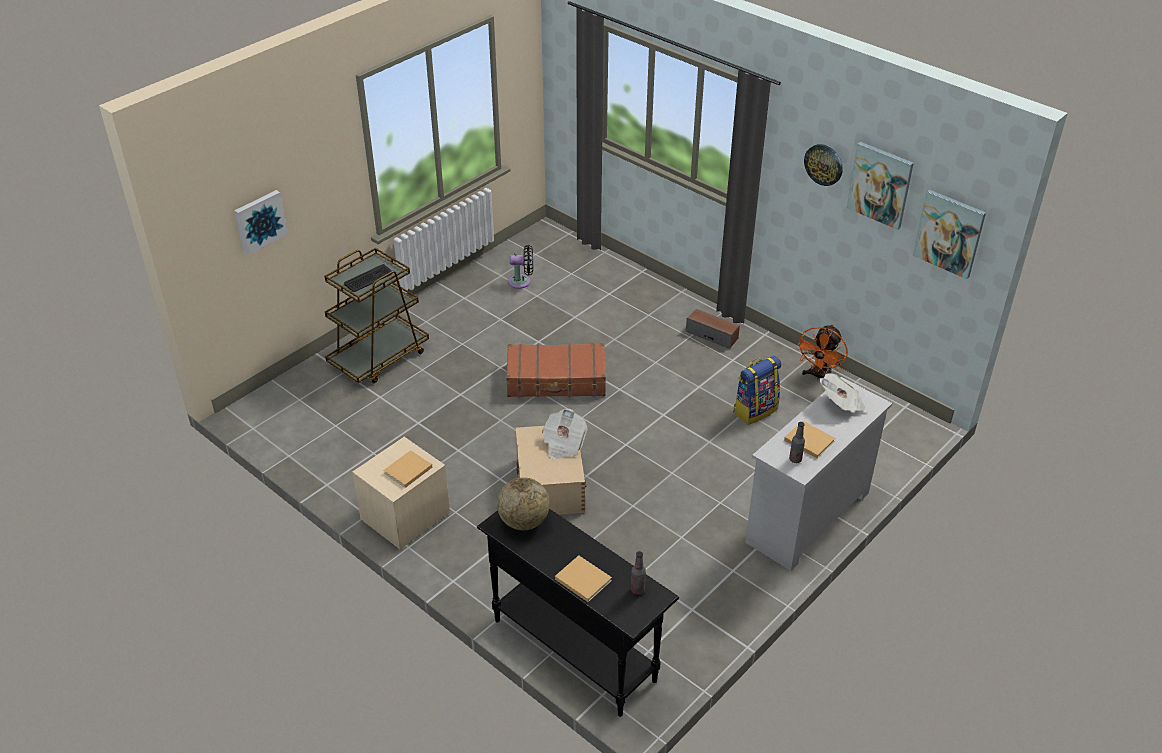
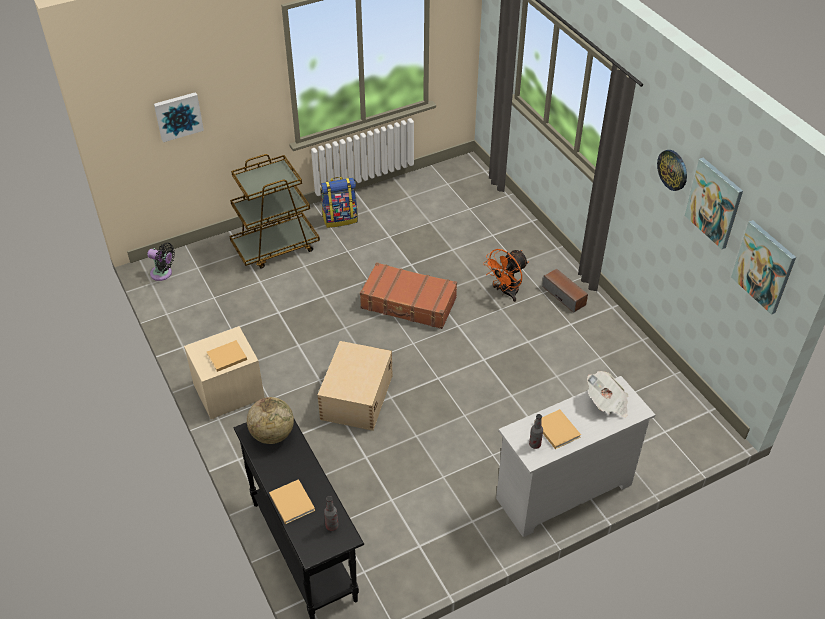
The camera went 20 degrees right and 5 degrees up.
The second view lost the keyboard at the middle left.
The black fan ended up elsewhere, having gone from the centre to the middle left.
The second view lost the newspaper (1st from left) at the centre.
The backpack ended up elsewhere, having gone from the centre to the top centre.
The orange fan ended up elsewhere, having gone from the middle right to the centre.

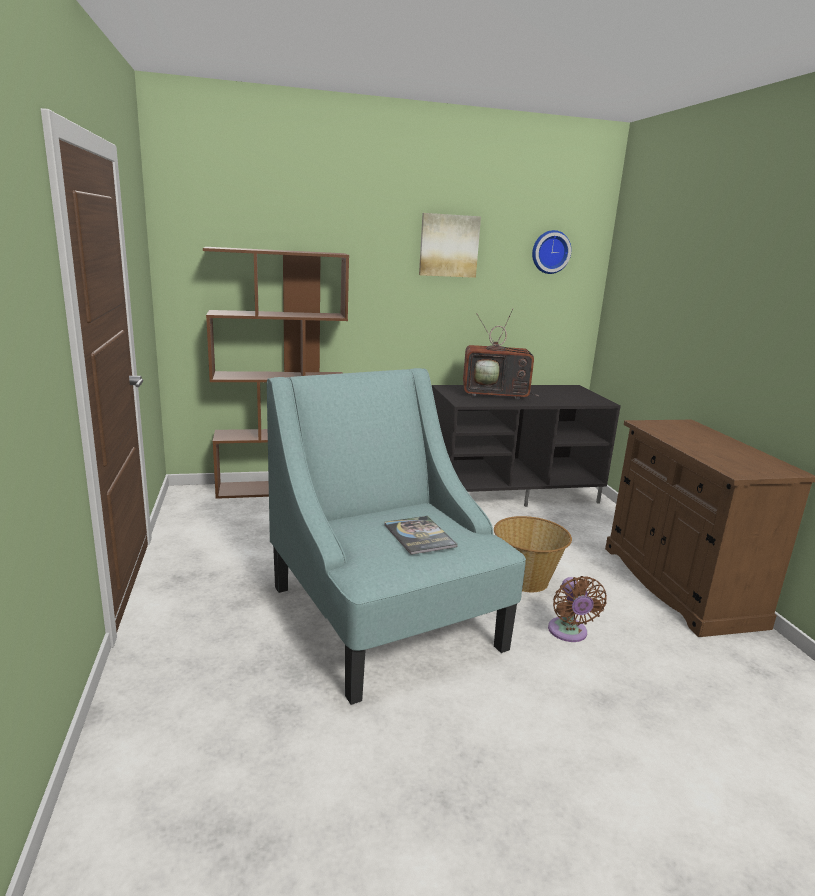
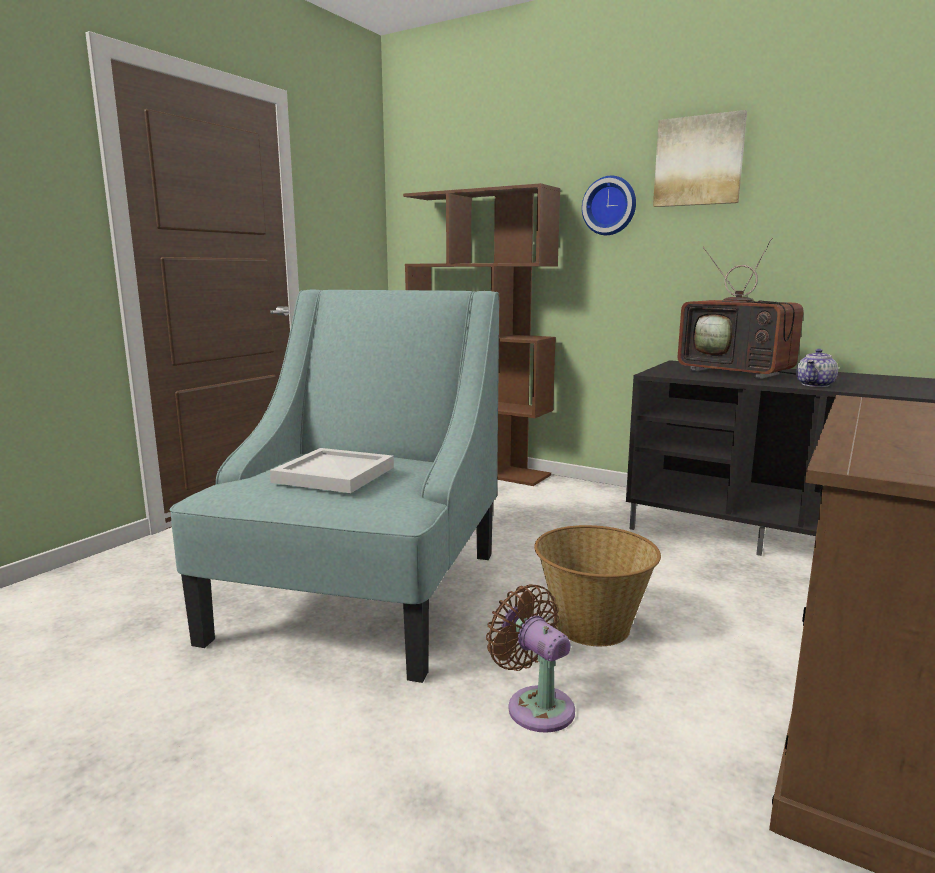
The camera went 45 degrees right and 5 degrees down.
Where the book stood at the centre, the white tray came to stand at the centre.
The wall clock ended up elsewhere, having gone from the top right to the top centre.
The brown fan at the bottom right ended up facing another way, 105 degrees clockwise from before.
The second view gained the teapot at the middle right.

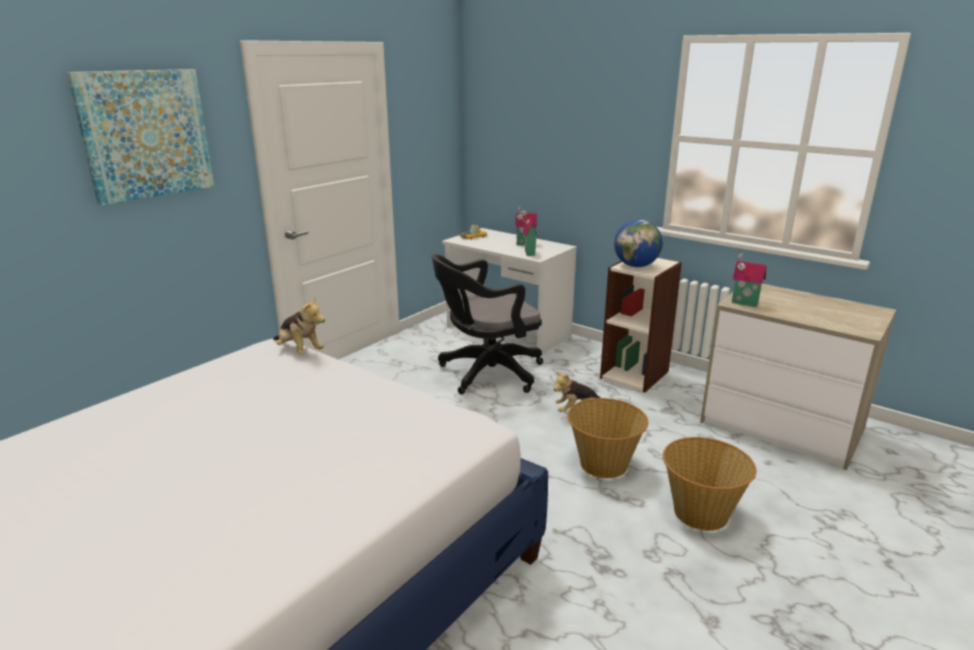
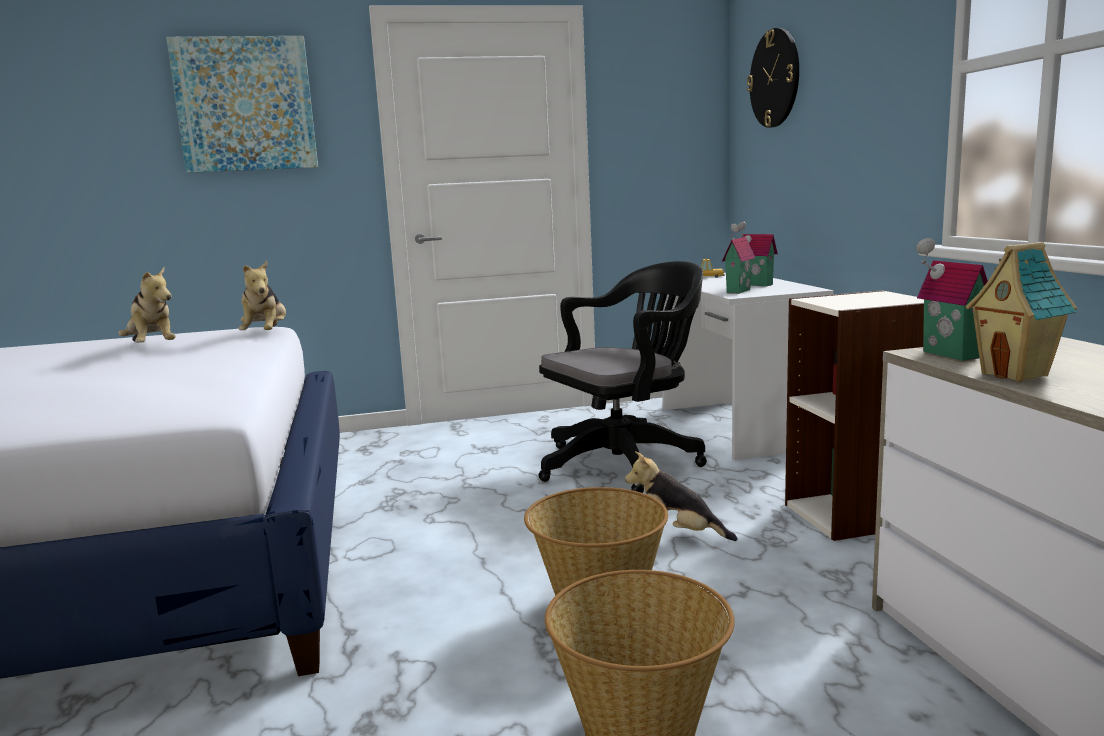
The camera went 40 degrees right and 10 degrees down.
The black office chair at the centre ended up facing another way, 135 degrees clockwise from before.
The second view lost the globe at the centre.
The second view gained the plush toy (1st from left) at the middle left.
The second view gained the wall clock at the top right.
The second view gained the toy house (4th from left) at the middle right.

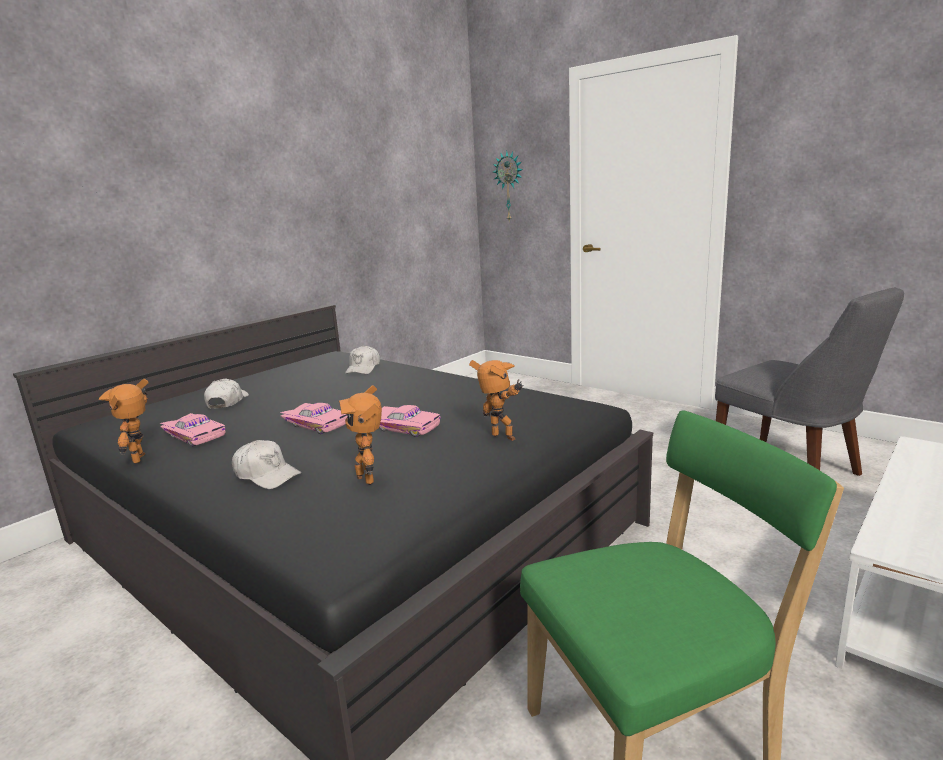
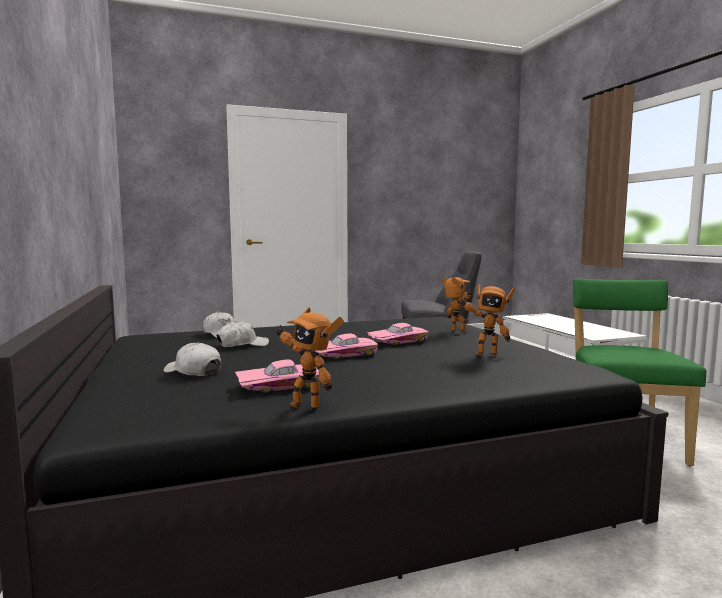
The camera went 60 degrees left and 10 degrees down.
The white cap (2nd from left in the first image) ended up elsewhere, having gone from the middle left to the centre.
The toy robot (3rd from left in the first image) at the centre ended up facing another way, 75 degrees clockwise from before.
The second view lost the wall clock at the top centre.

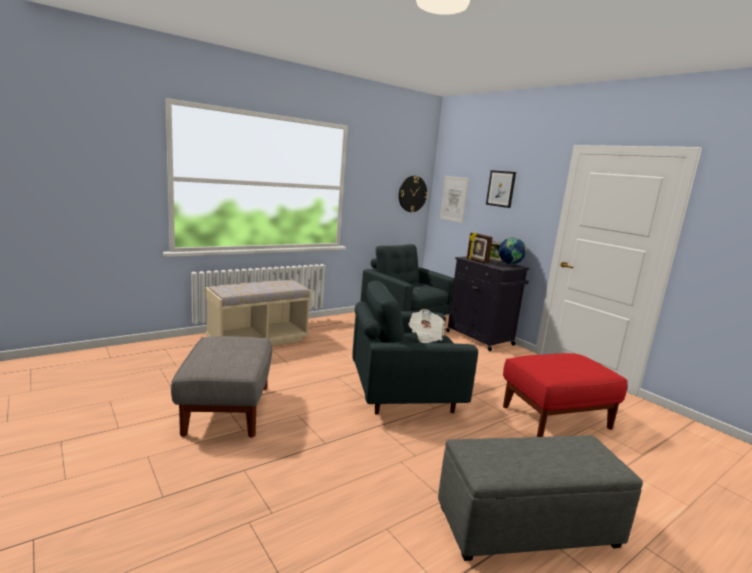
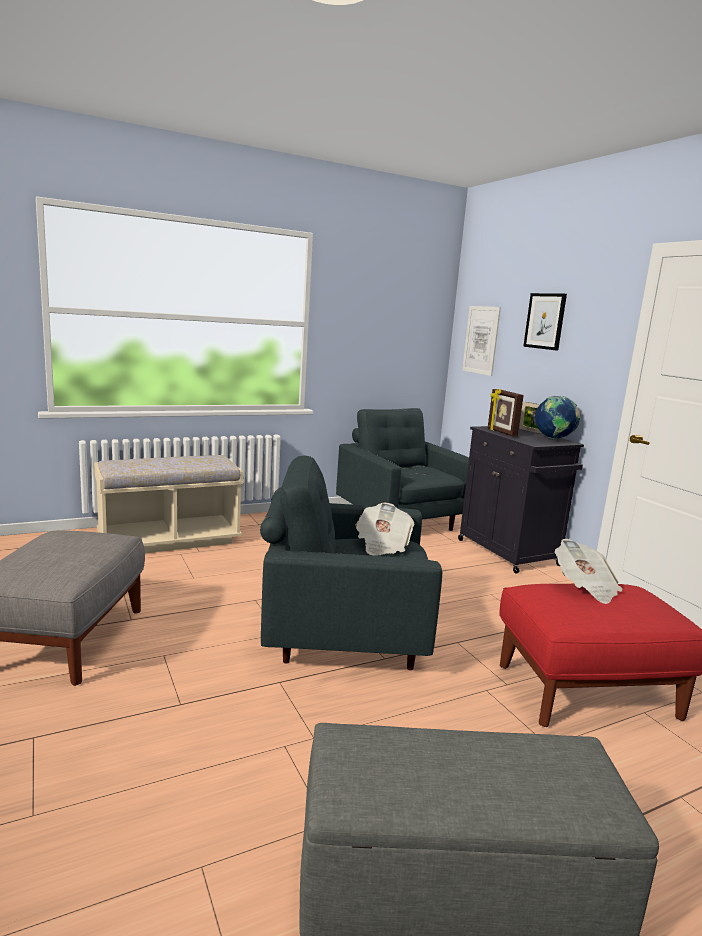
The camera went 10 degrees right and 0 degrees up.
The second view lost the wall clock at the centre.
The second view gained the newspaper (2nd from left) at the middle right.

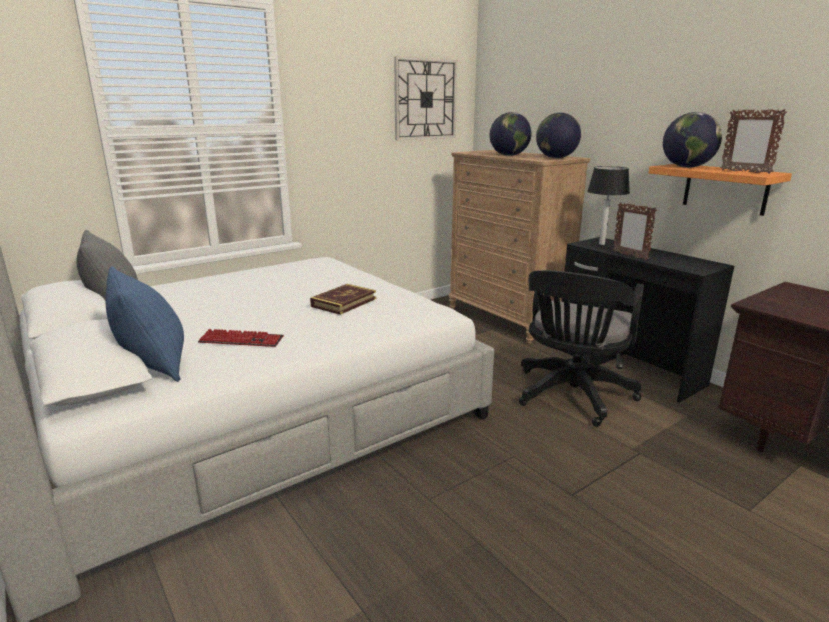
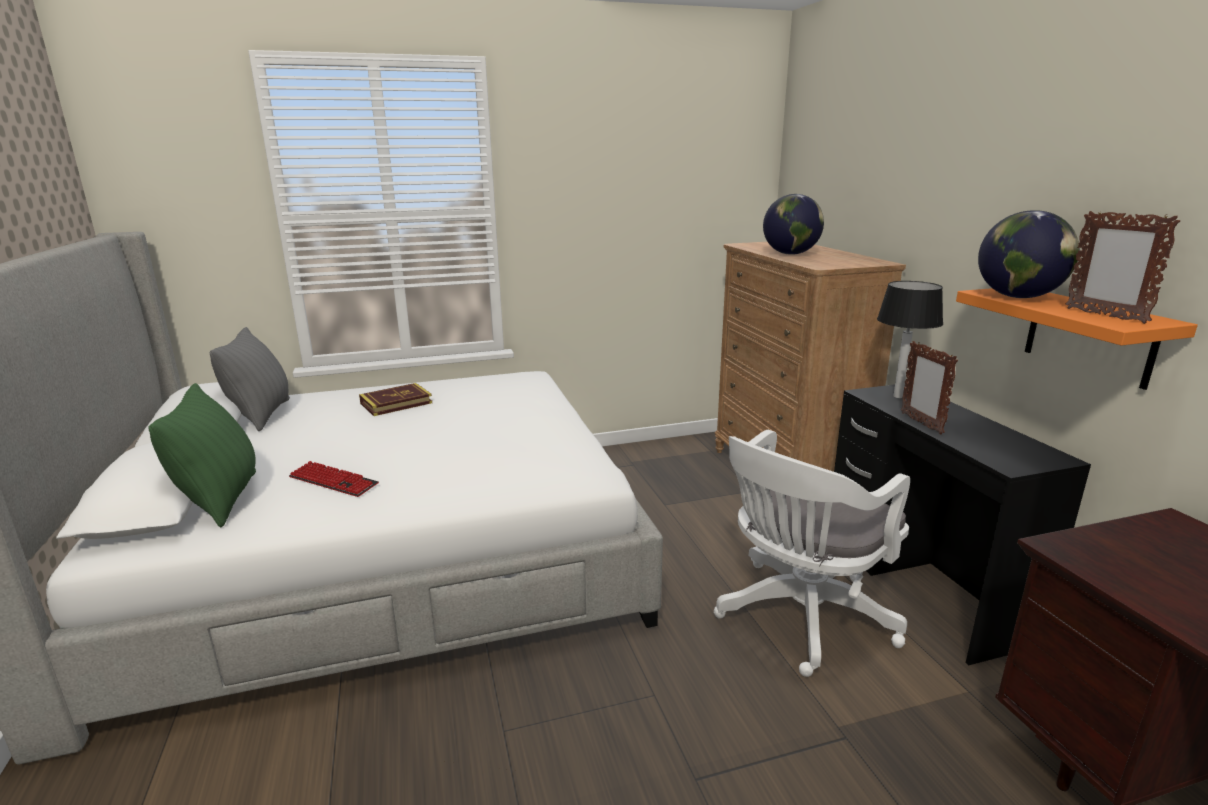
The camera went 20 degrees right and 0 degrees up.
What was the blue pillow at the middle left turned into the green pillow at the middle left.
The book ended up elsewhere, having gone from the centre to the middle left.
The second view lost the wall clock at the top centre.
What was the black office chair at the middle right turned into the white office chair at the bottom right.
The second view lost the globe (2nd from left) at the top right.

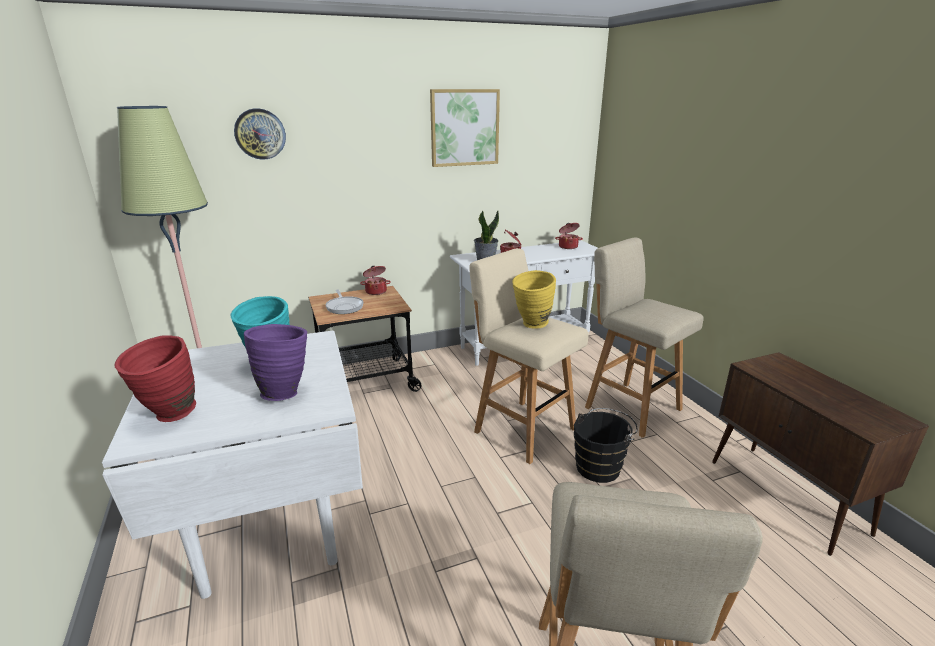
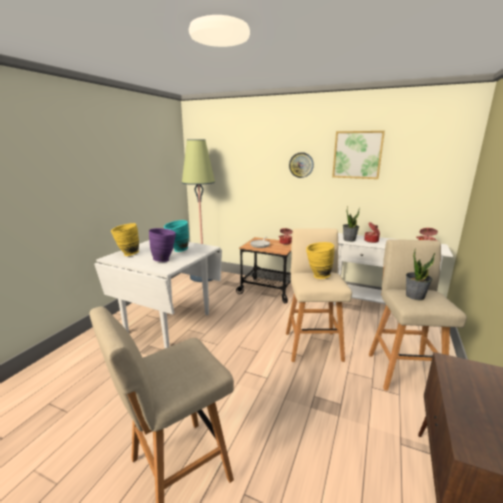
The camera went 45 degrees right and 5 degrees down.
What was the red vase at the middle left turned into the yellow vase (1st from left) at the middle left.
The wall clock ended up elsewhere, having gone from the top left to the top centre.
The second view lost the black bucket at the bottom centre.
The second view gained the potted plant (2nd from left) at the middle right.

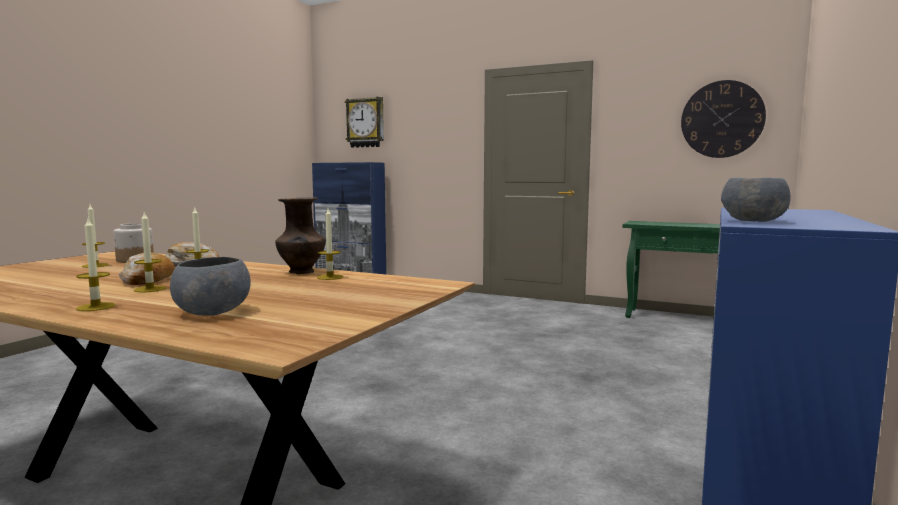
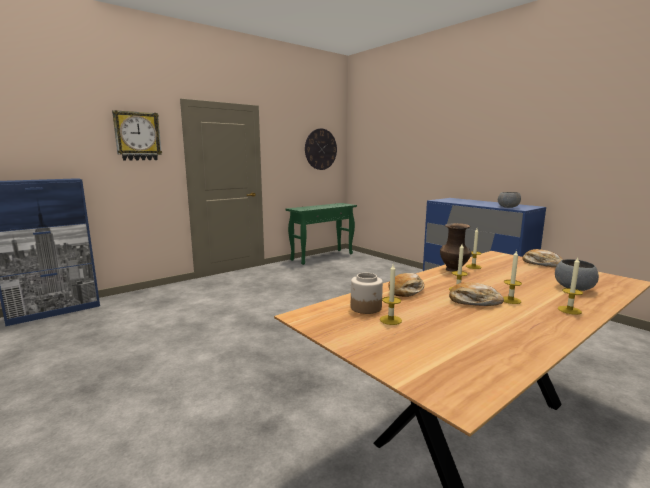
The camera went 65 degrees left and 5 degrees up.
The wall clock (1st from left) ended up elsewhere, having gone from the top centre to the top left.
The second view gained the bread (3rd from left) at the middle right.

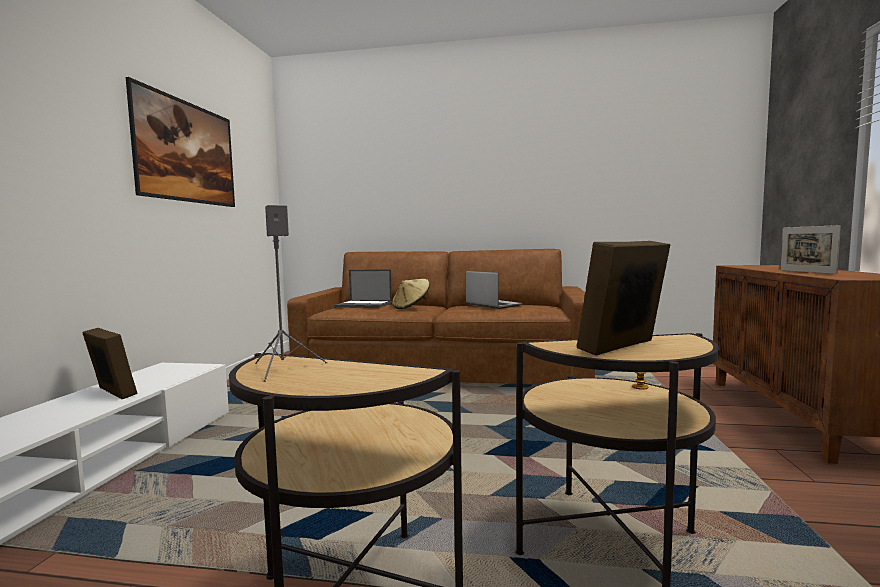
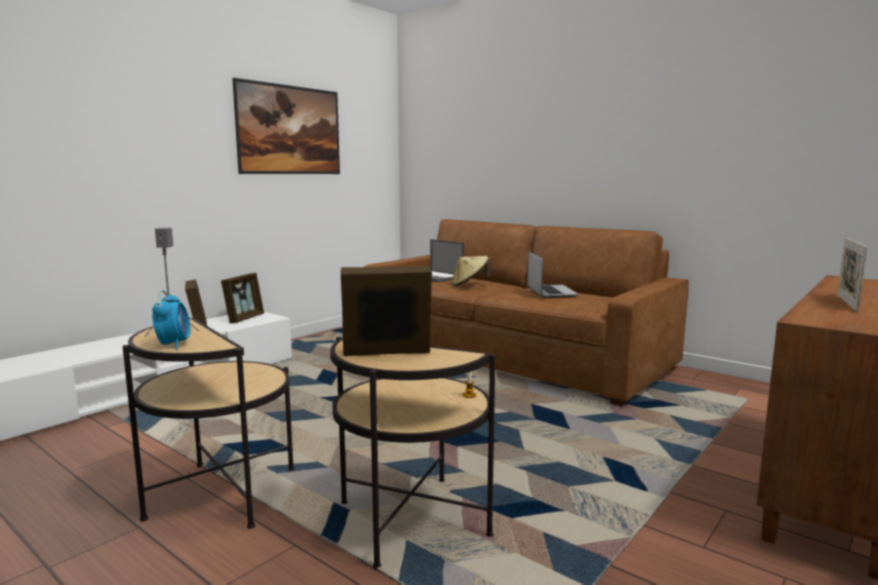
The camera went 30 degrees right and 5 degrees up.
The second view gained the alarm clock at the middle left.
The second view gained the picture frame (2nd from left) at the middle left.

